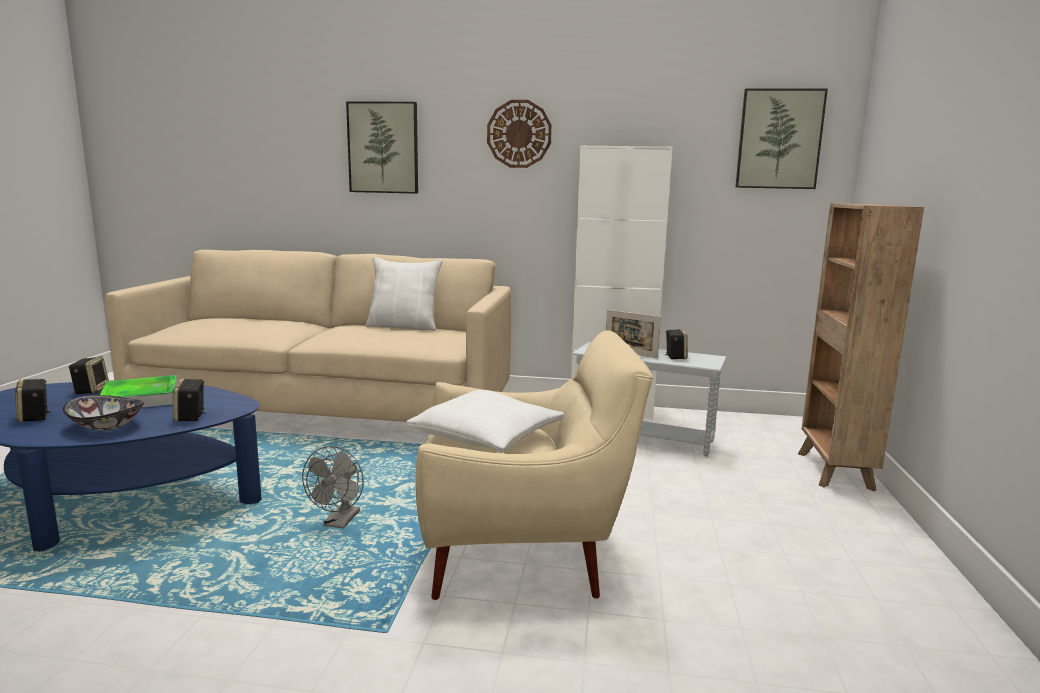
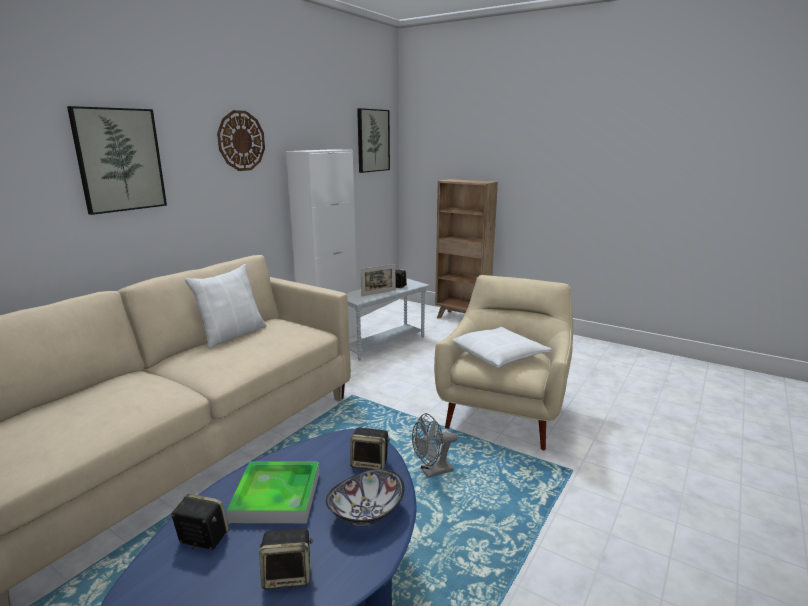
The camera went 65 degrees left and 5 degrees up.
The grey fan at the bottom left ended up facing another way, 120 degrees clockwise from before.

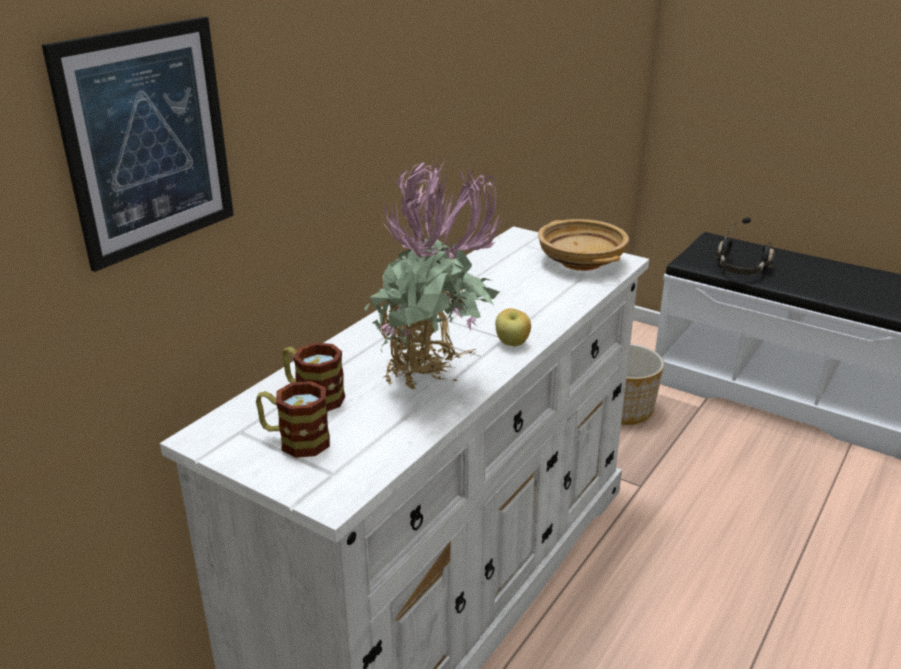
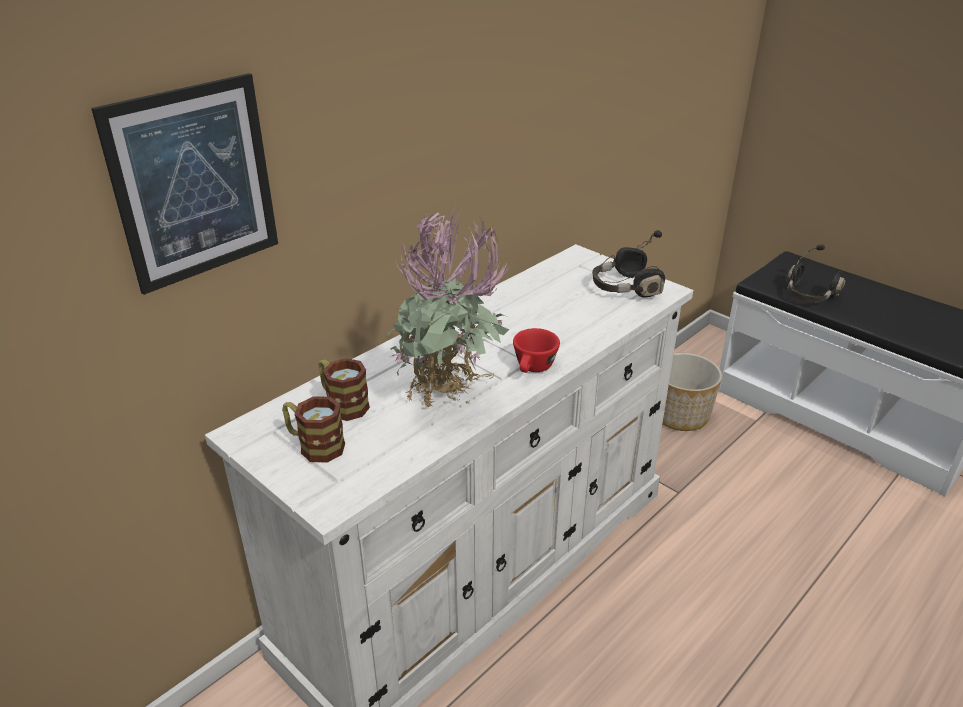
The camera went 10 degrees right and 5 degrees up.
Where the apple stood at the centre, the red cup came to stand at the centre.
Where the beige bowl stood at the centre, the black headphones (1st from left) came to stand at the centre.

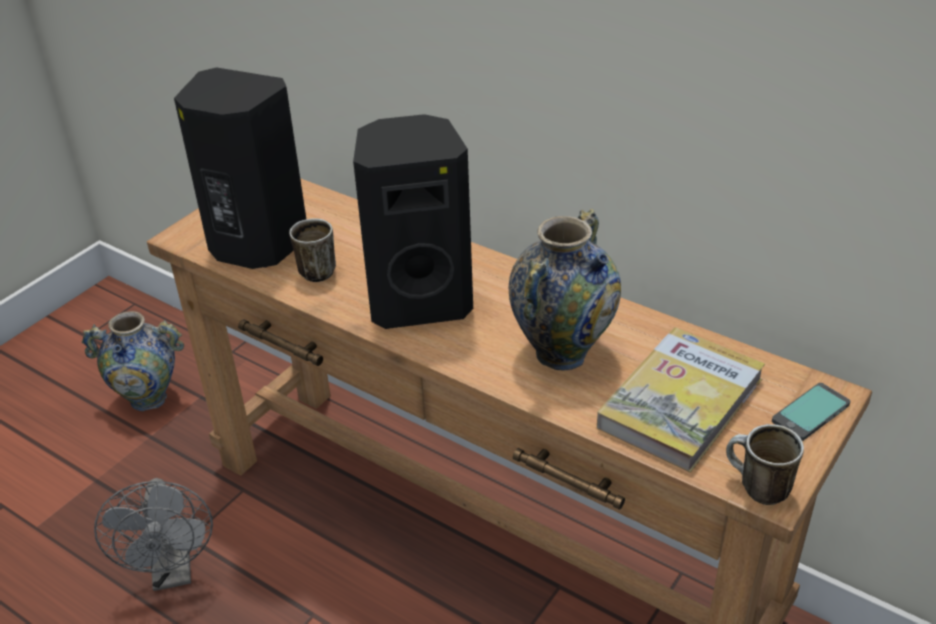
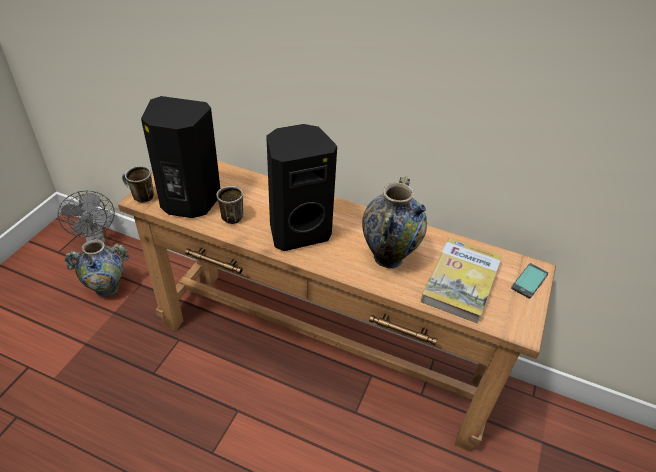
The camera went 15 degrees left and 5 degrees up.
The grey fan ended up elsewhere, having gone from the bottom left to the middle left.
The mug (2nd from left in the first image) ended up elsewhere, having gone from the bottom right to the middle left.

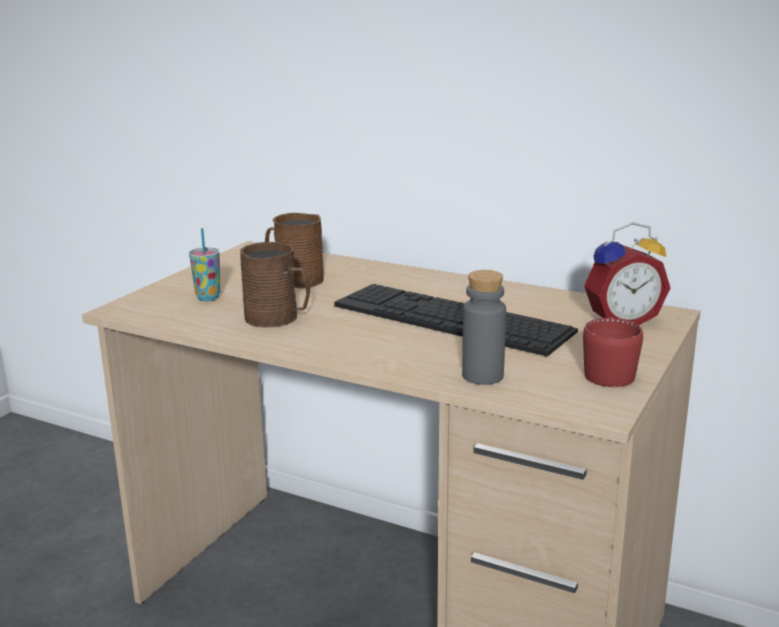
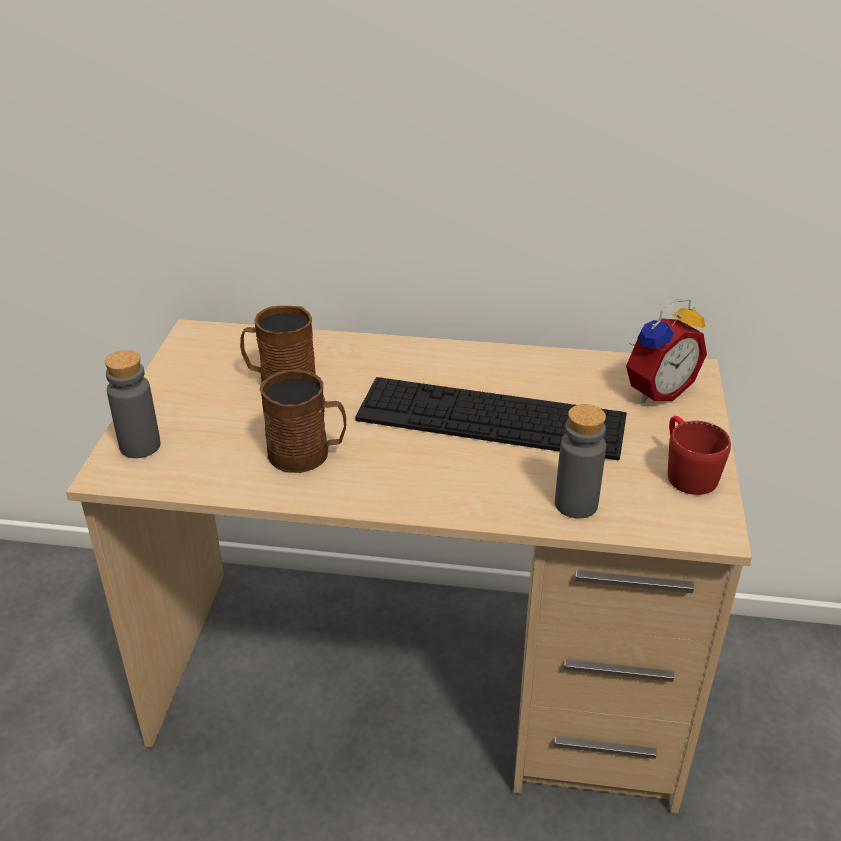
The camera went 20 degrees left and 15 degrees up.
The second view lost the cup at the middle left.
The second view gained the grey bottle (1st from left) at the middle left.

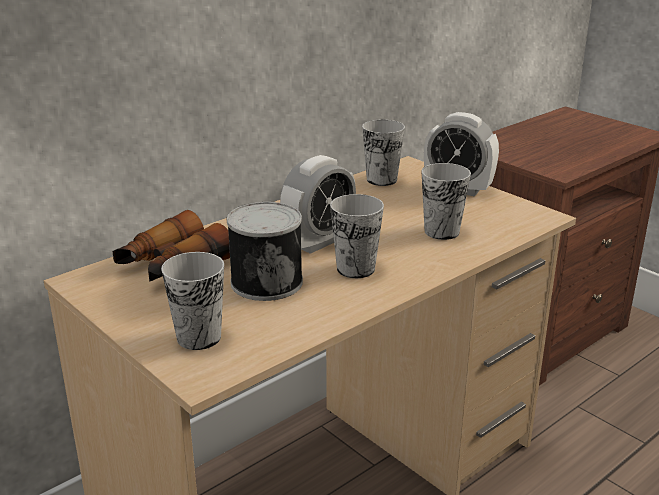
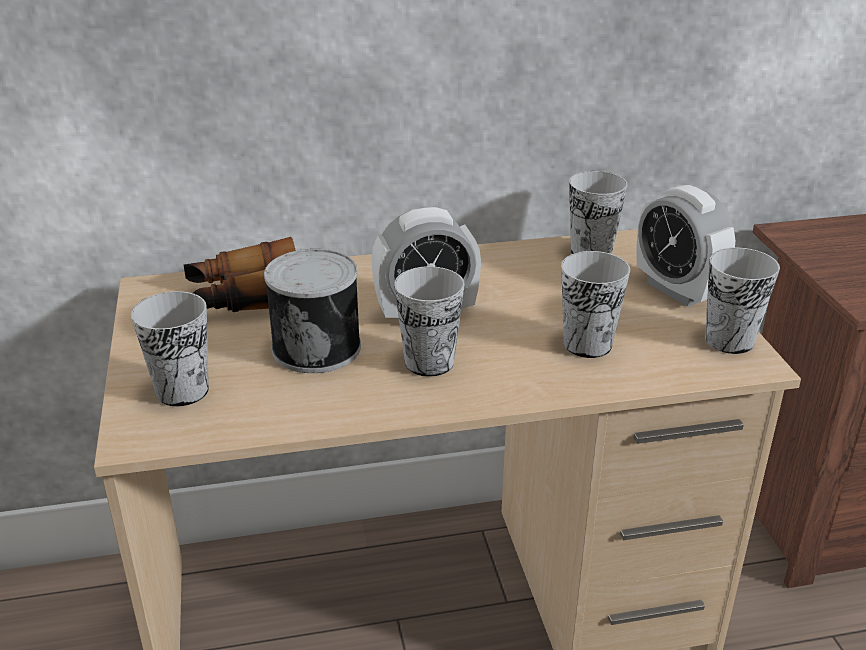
The camera went 30 degrees right and 5 degrees up.
The second view gained the cup (5th from left) at the middle right.

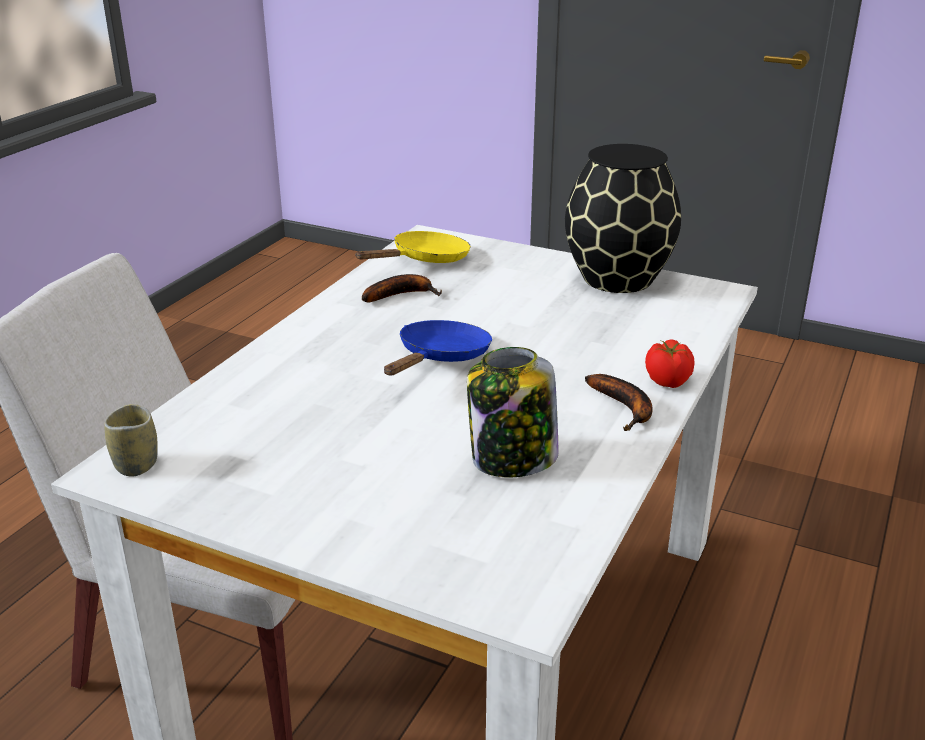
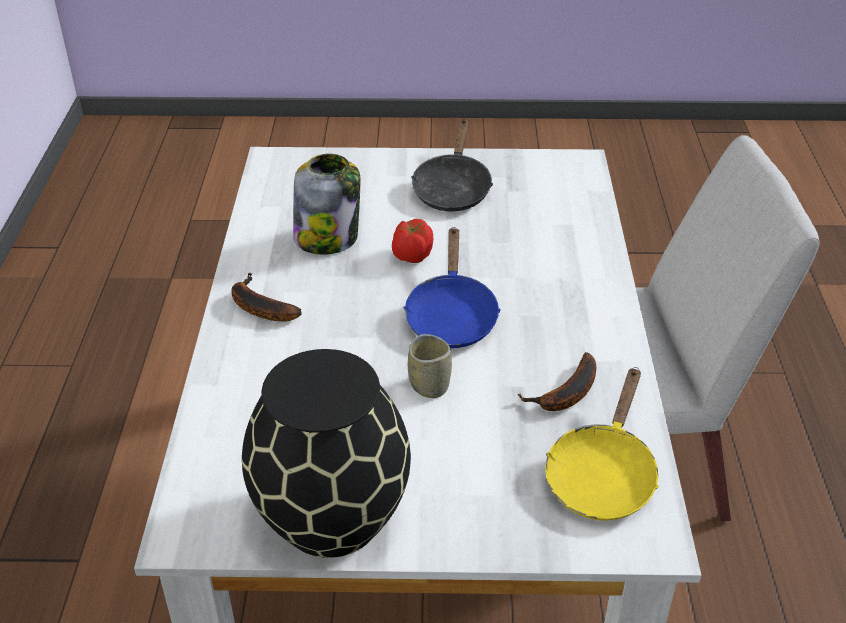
The camera went 155 degrees right and 10 degrees up.
The cup ended up elsewhere, having gone from the middle left to the centre.
The tomato ended up elsewhere, having gone from the middle right to the centre.
The second view gained the black frying pan at the top centre.

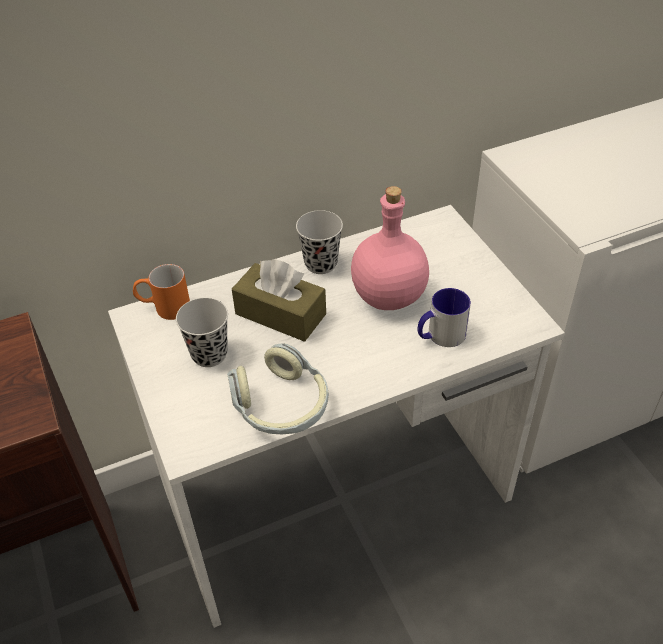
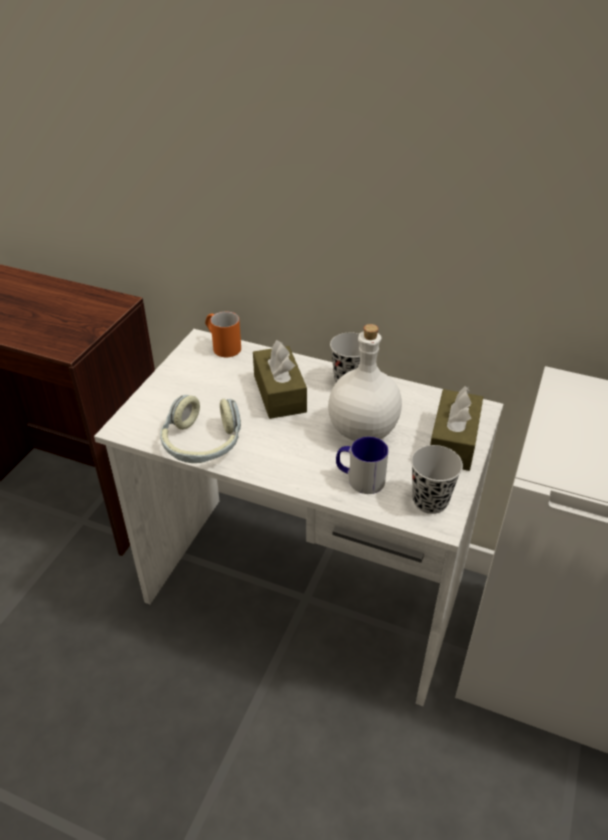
The camera went 45 degrees right and 5 degrees down.
The black cup (1st from left in the first image) ended up elsewhere, having gone from the middle left to the middle right.
What was the pink bottle at the centre turned into the white bottle at the centre.
The second view gained the brown tissue box (2nd from left) at the middle right.

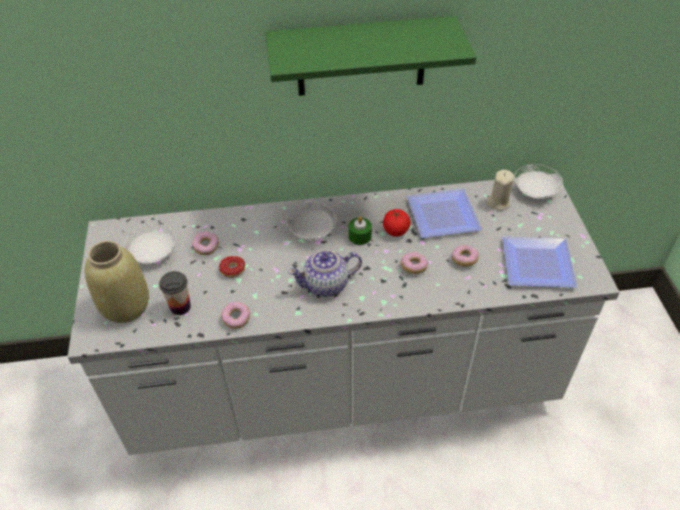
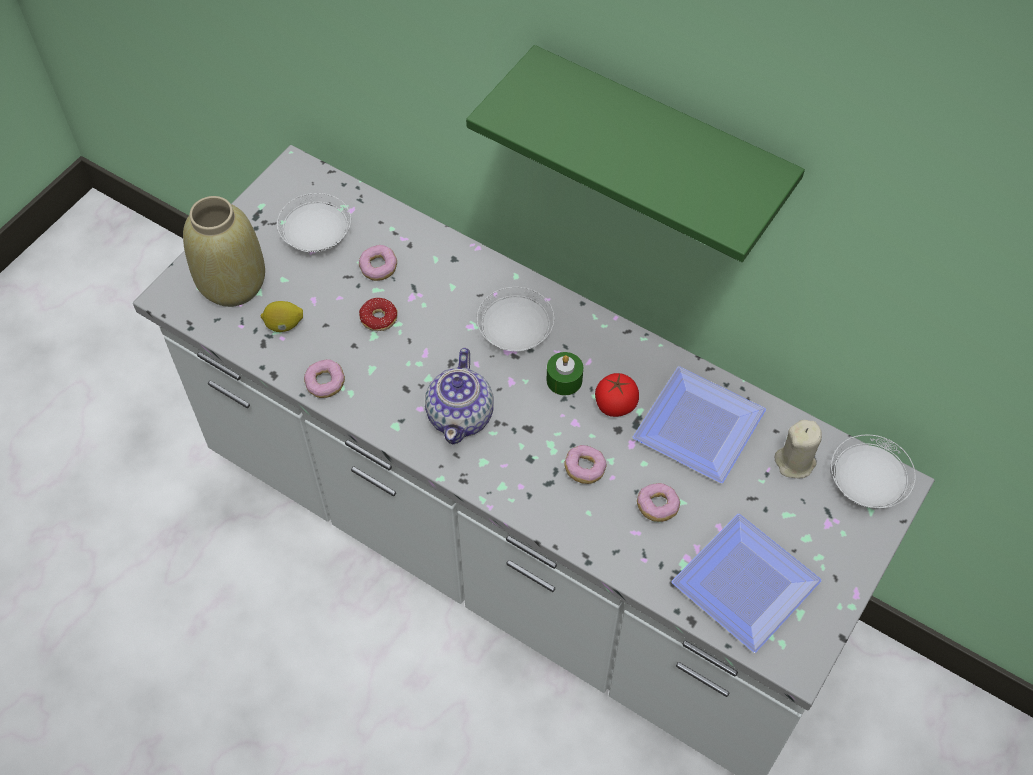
The camera went 40 degrees right and 10 degrees up.
Where the cup stood at the middle left, the lemon came to stand at the middle left.
The teapot at the centre ended up facing another way, 105 degrees counterclockwise from before.

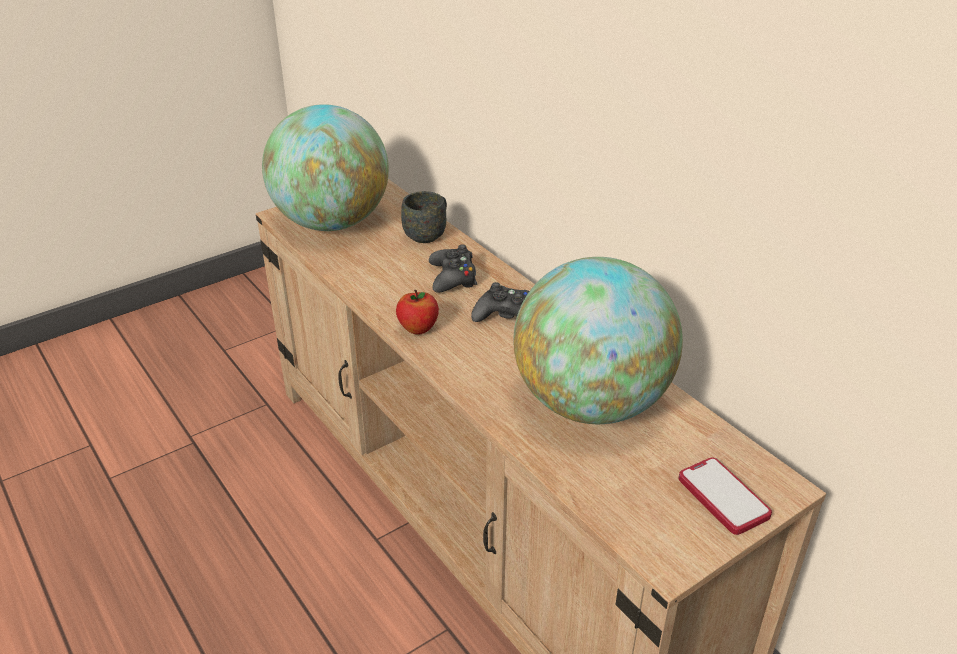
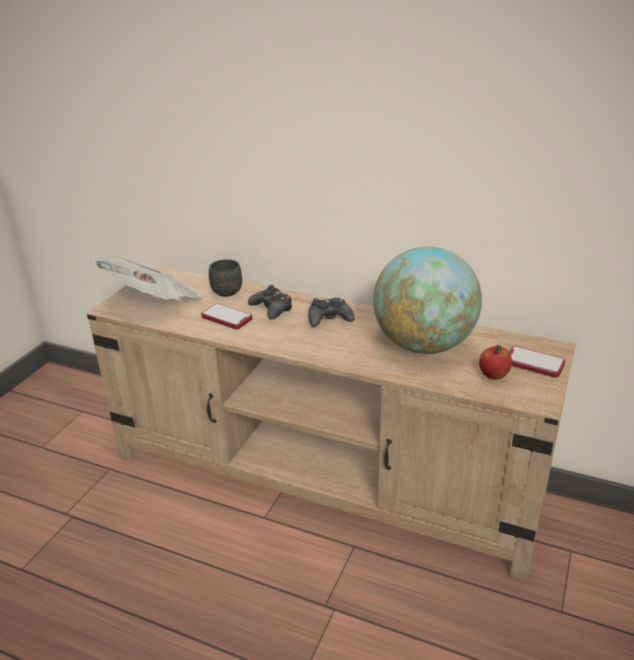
The camera went 30 degrees left and 5 degrees down.
Where the globe (1st from left) stood at the top centre, the newspaper came to stand at the middle left.
The apple ended up elsewhere, having gone from the centre to the middle right.
The second view gained the phone (1st from left) at the centre.

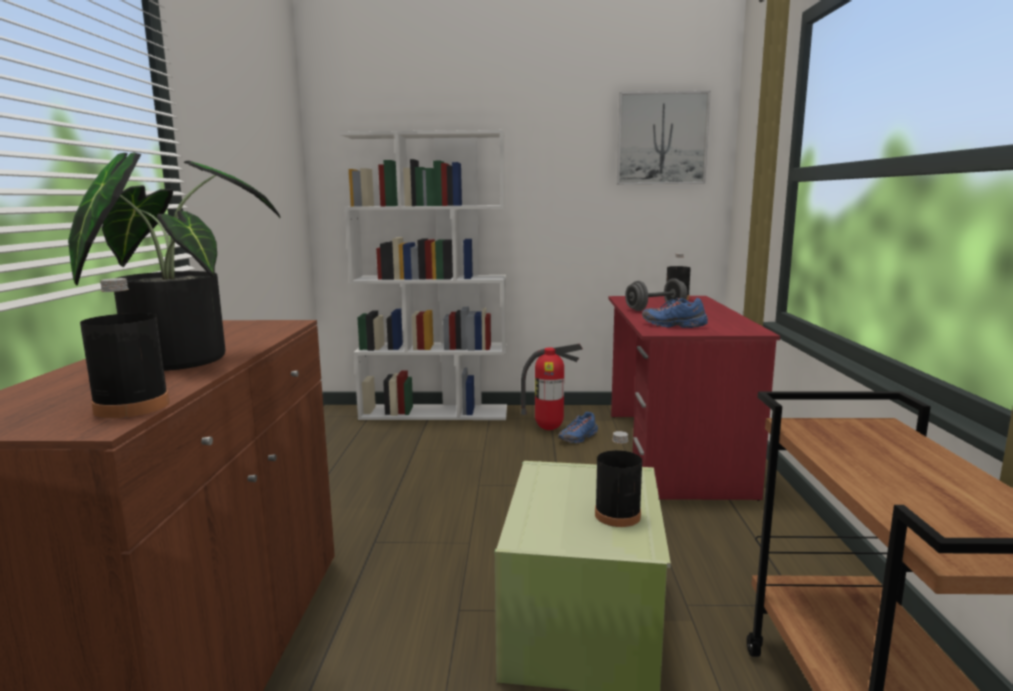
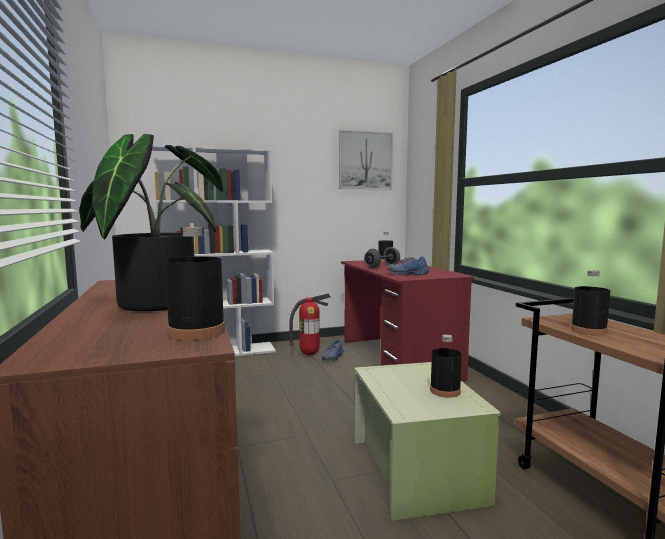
The camera went 20 degrees left and 5 degrees down.
The second view gained the black bottle (4th from left) at the middle right.

